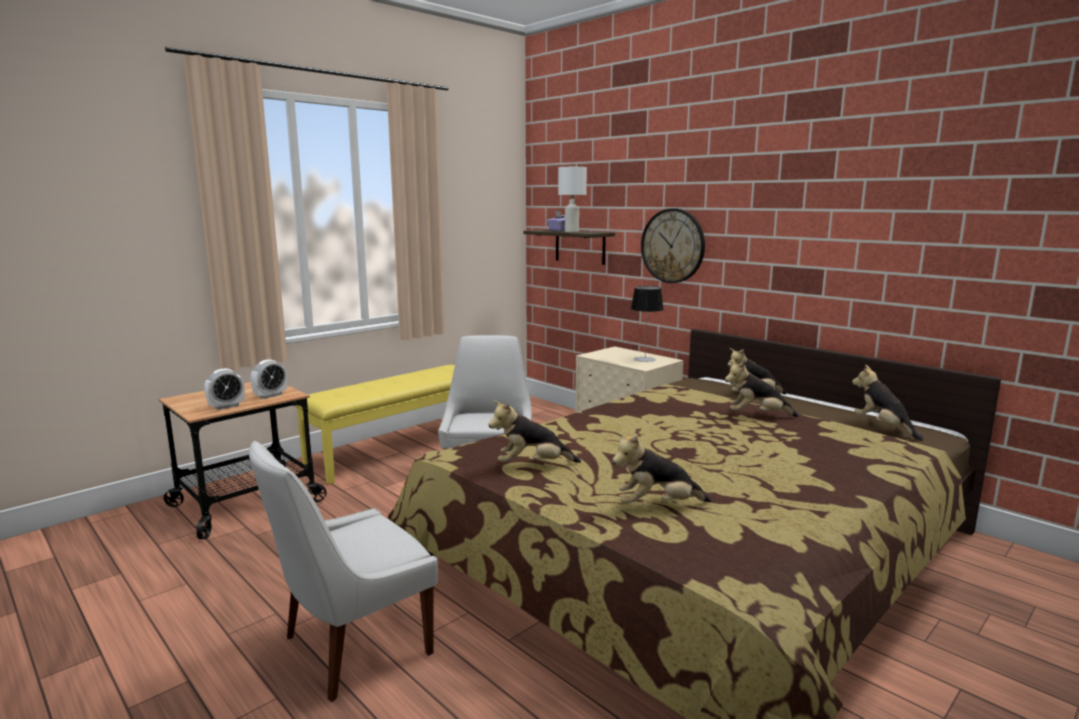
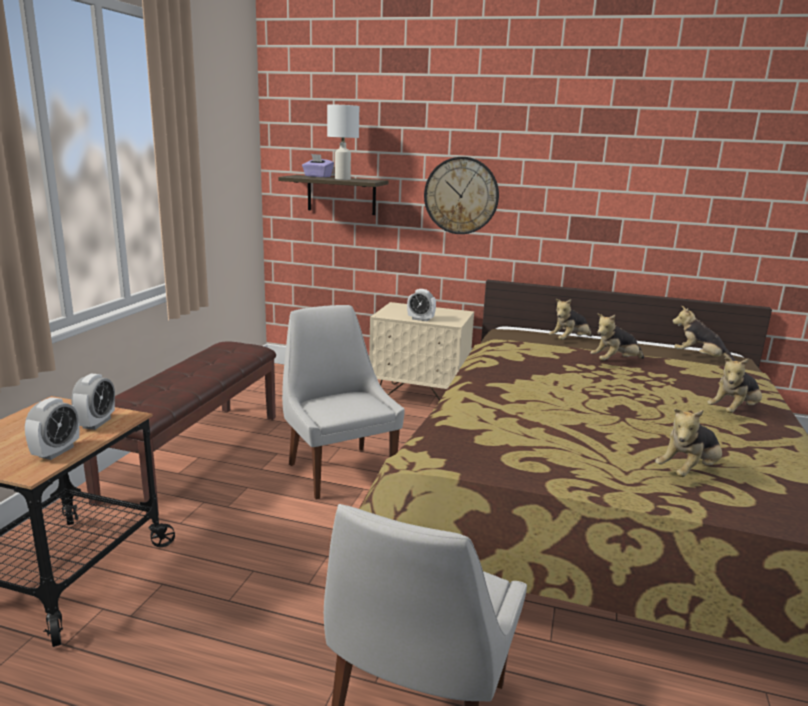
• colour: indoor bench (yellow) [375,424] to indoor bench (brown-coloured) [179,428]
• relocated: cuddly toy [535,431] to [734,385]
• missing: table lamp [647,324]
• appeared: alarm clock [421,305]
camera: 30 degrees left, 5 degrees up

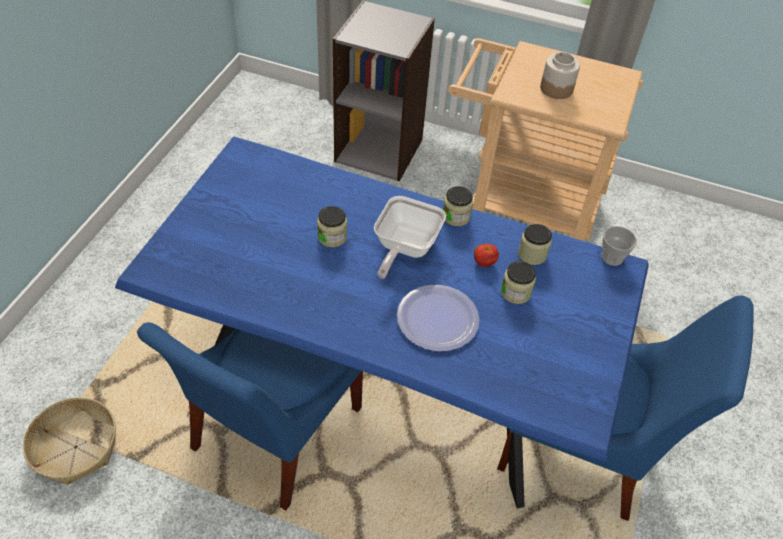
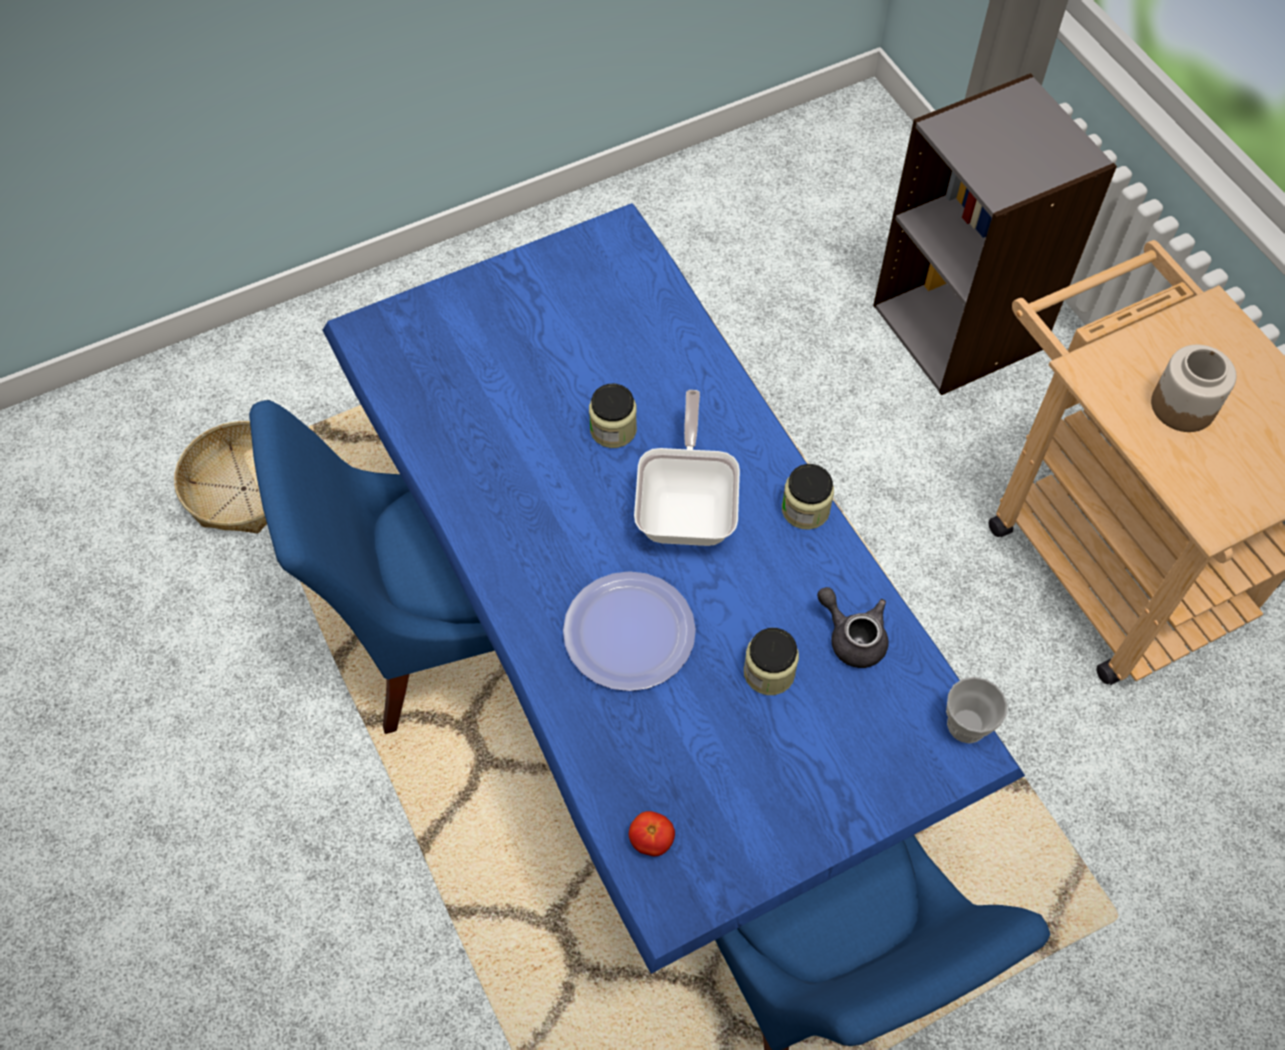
• spun: pan [410,237] = [687,468] 120 degrees clockwise
• relocated: tomato [486,255] to [652,833]
• exchanged: jar [535,244] to pot for tea (gray) [852,627]
camera: 45 degrees right, 10 degrees up

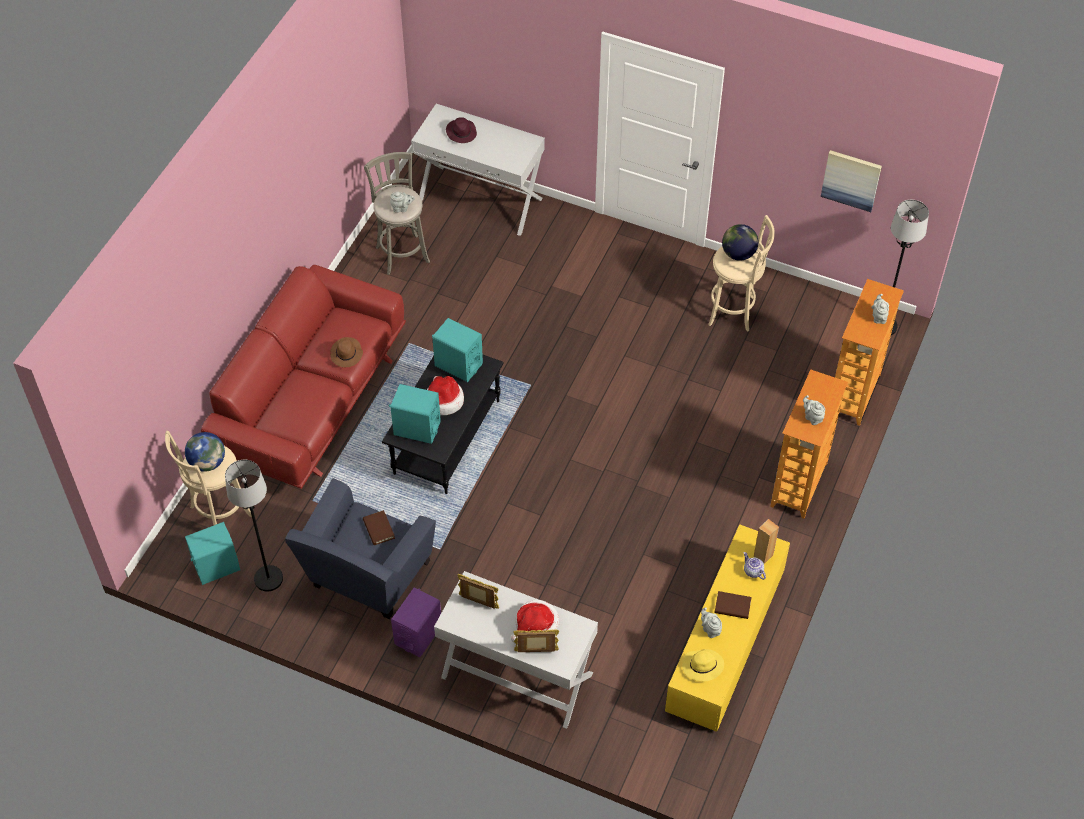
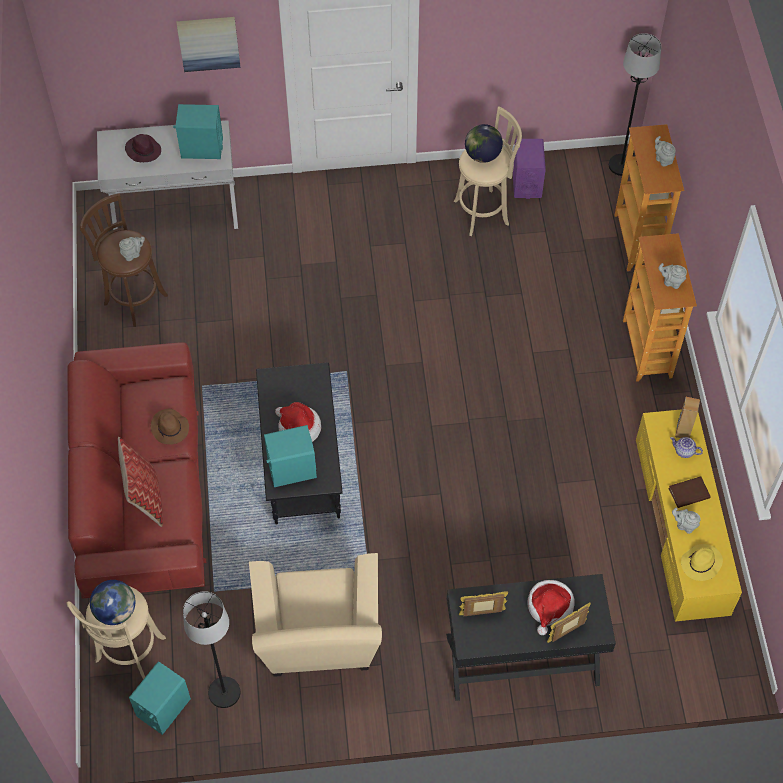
• colour: armchair (blue) [360,548] to armchair (beige-coloured) [315,615]
• missing: bound book (brown-coloured) [379,527]
• colour: stool (gray) [397,213] to stool (brown-coloured) [124,260]
• relocated: audio speaker (purplish) [416,622] to [529,169]
• relocated: audio speaker (blue-green) [457,350] to [198,131]
• colour: console table (white-coloured) [516,650] to console table (black-coloured) [531,637]
• relocated: wall picture [851,181] to [208,44]
• appeared: cushion [140,482]
camera: 30 degrees left, 5 degrees up

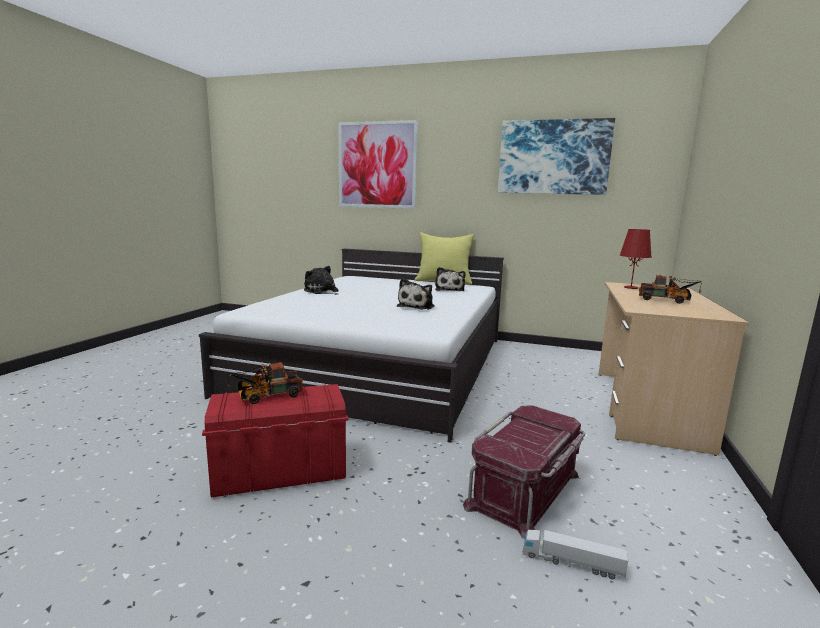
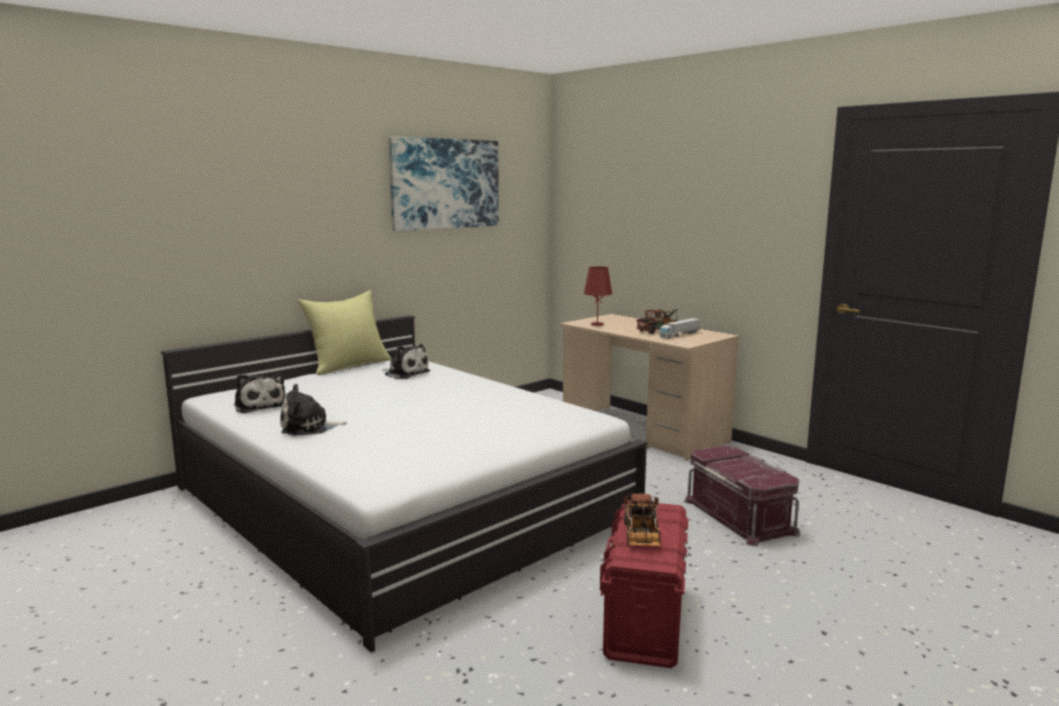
• missing: wall picture [378,164]
• relocated: cuddly toy [416,294] to [259,393]
• relocated: toy lorry [575,555] to [679,328]
camera: 60 degrees left, 0 degrees up

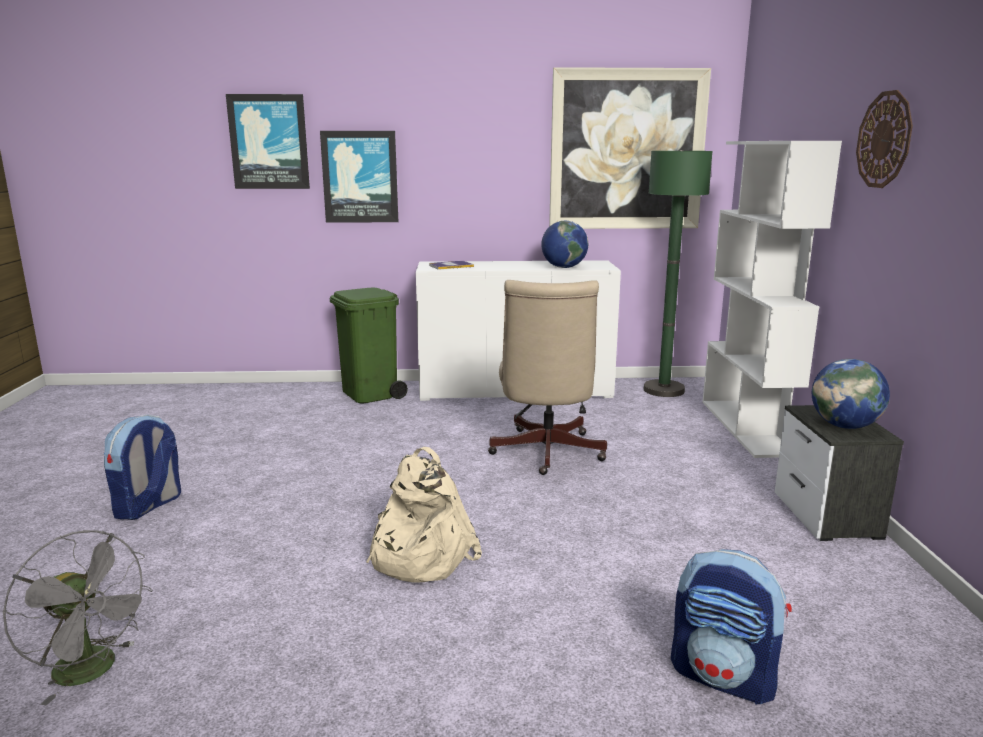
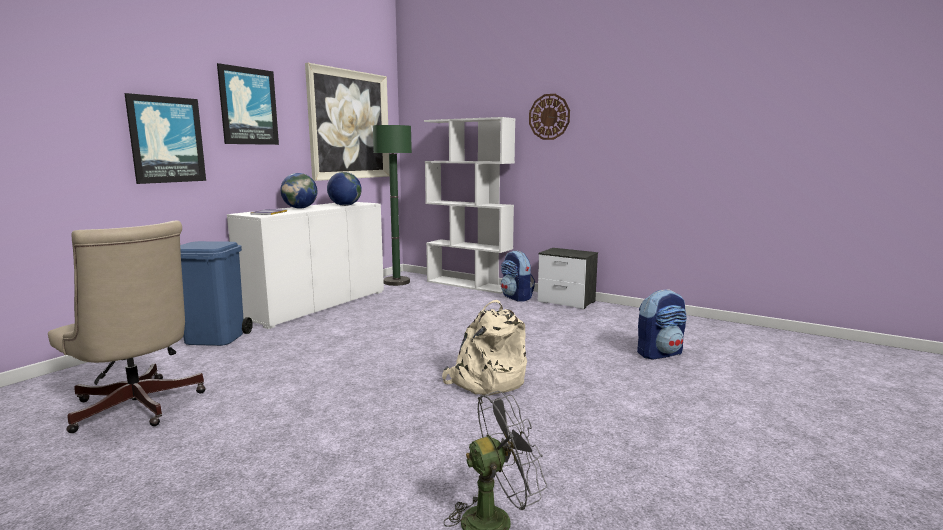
• relocated: backpack [142,467] to [518,276]
• relocated: wall picture [268,141] to [248,104]
• colour: waste bin (green) [369,345] to waste bin (blue) [216,293]
• relocated: office chair (beige-coloured) [547,377] to [127,326]
• relocated: world globe [851,394] to [298,191]
camera: 55 degrees left, 5 degrees down

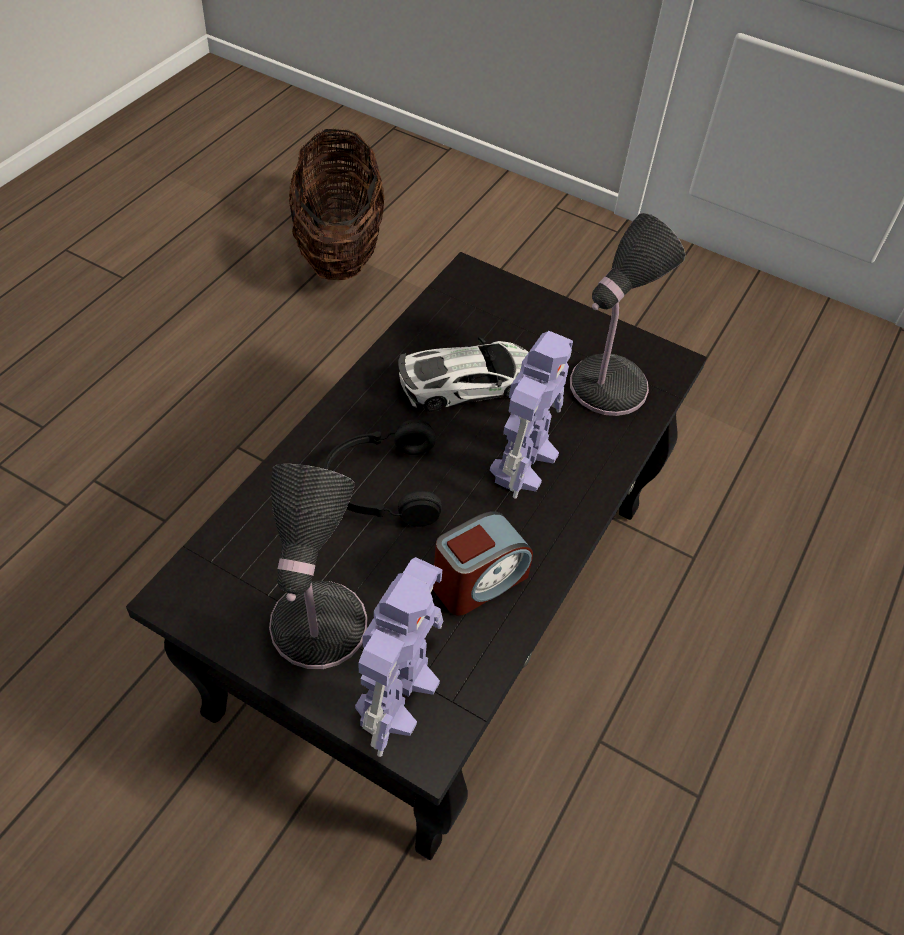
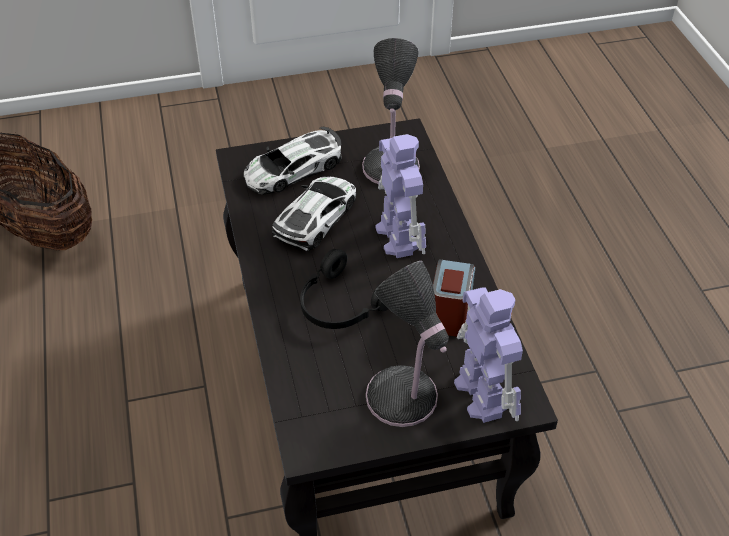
• appeared: model car [293,160]
camera: 40 degrees left, 5 degrees down

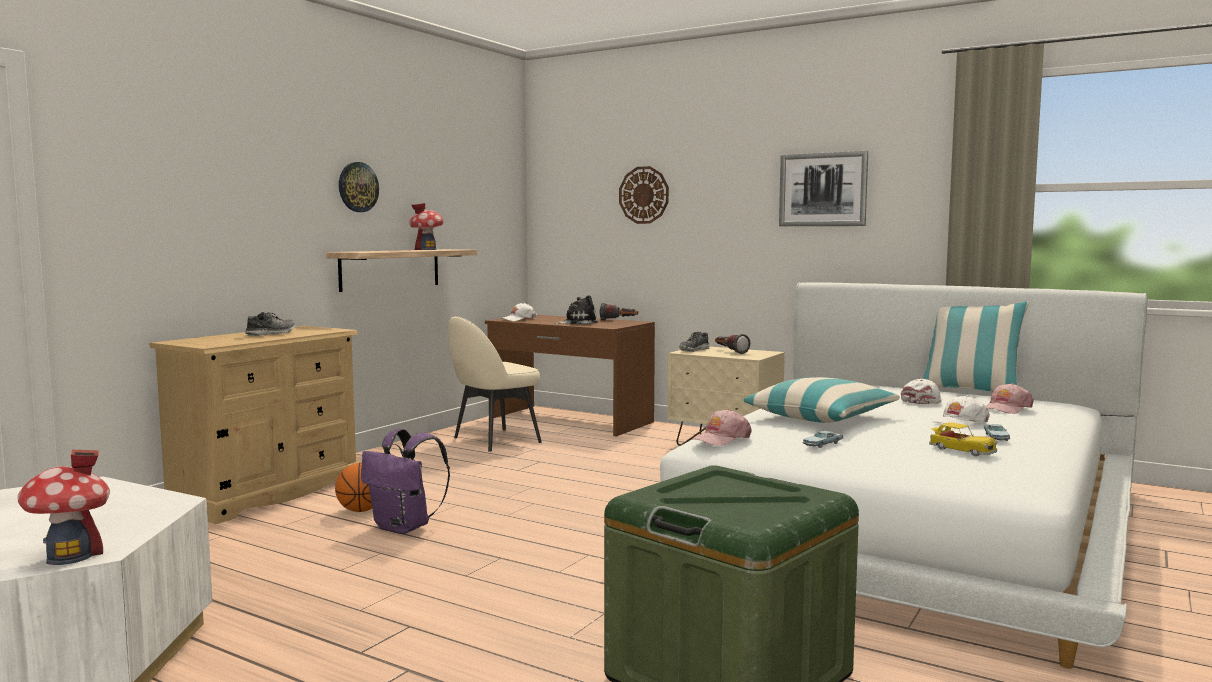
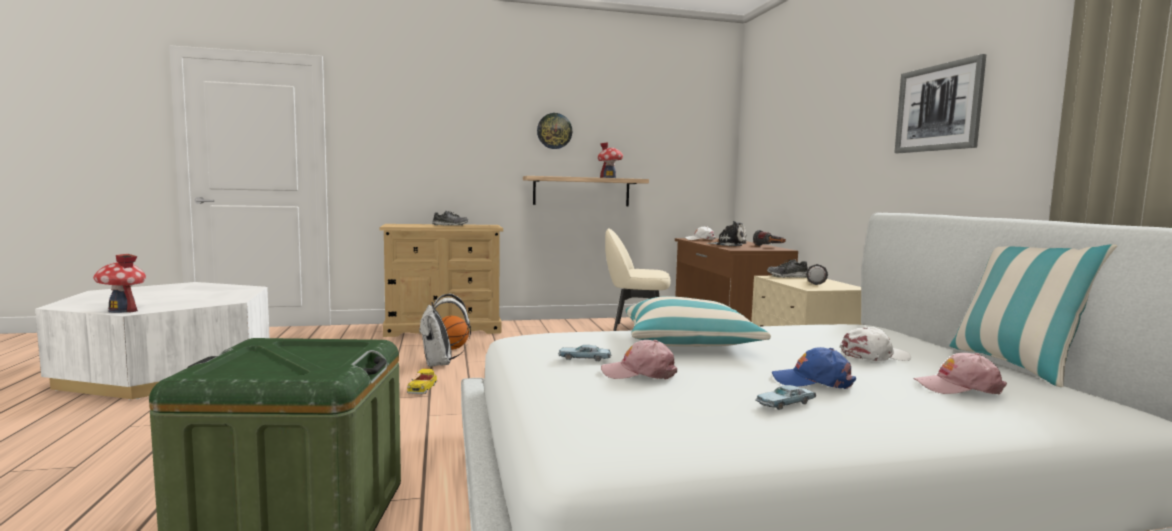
• colour: backpack (purplish) [405,481] to backpack (white-coloured) [445,330]
• missing: clock on the wall [644,195]
• relocated: baseball cap (pinkish) [722,427] to [639,359]
• relocated: model car [963,439] to [422,381]
• colour: baseball cap (white-coloured) [961,412] to baseball cap (blue) [814,368]
camera: 45 degrees right, 0 degrees up

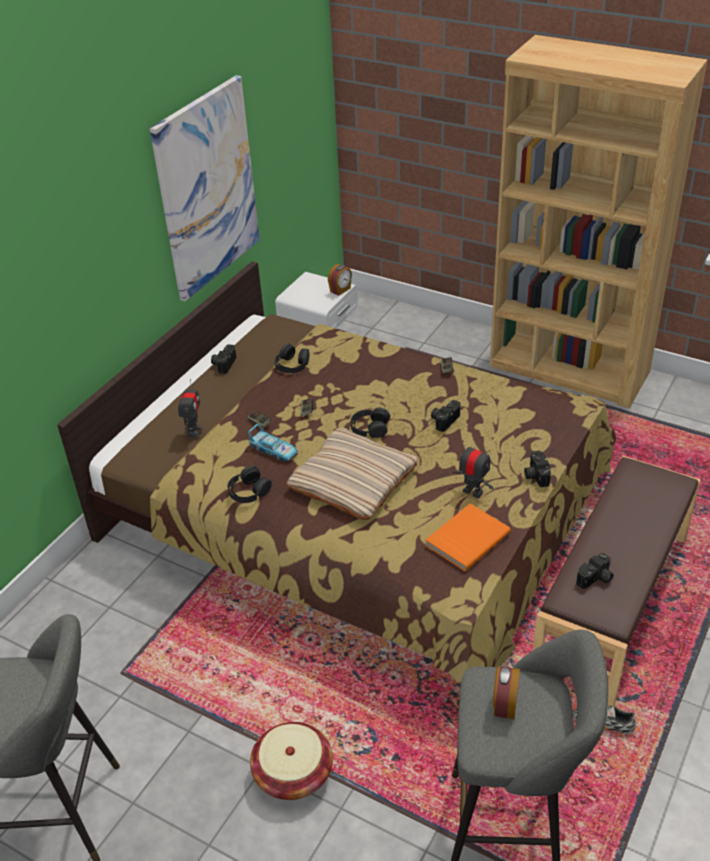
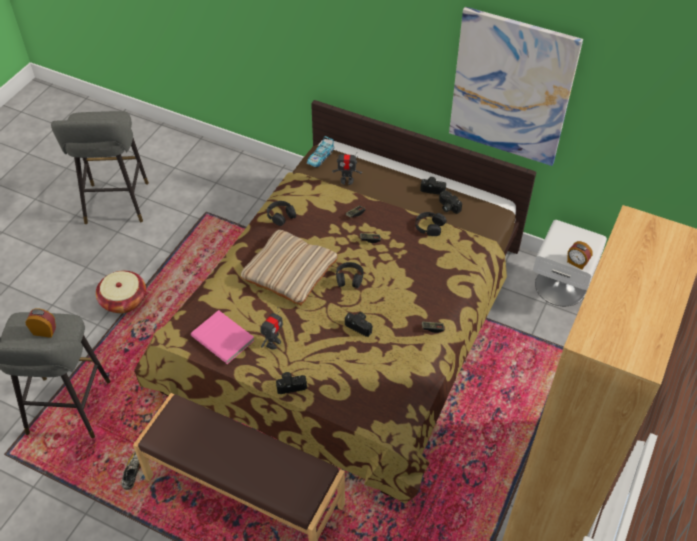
• relocated: model car [273,442] to [321,151]
• colour: bound book (orange-coloured) [468,537] to bound book (pinkish) [223,337]
• relocated: still camera [595,571] to [450,202]
camera: 85 degrees right, 10 degrees up

